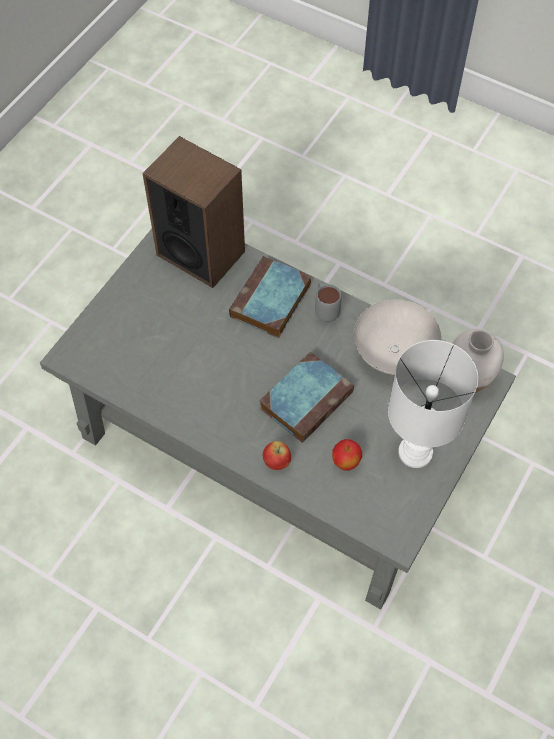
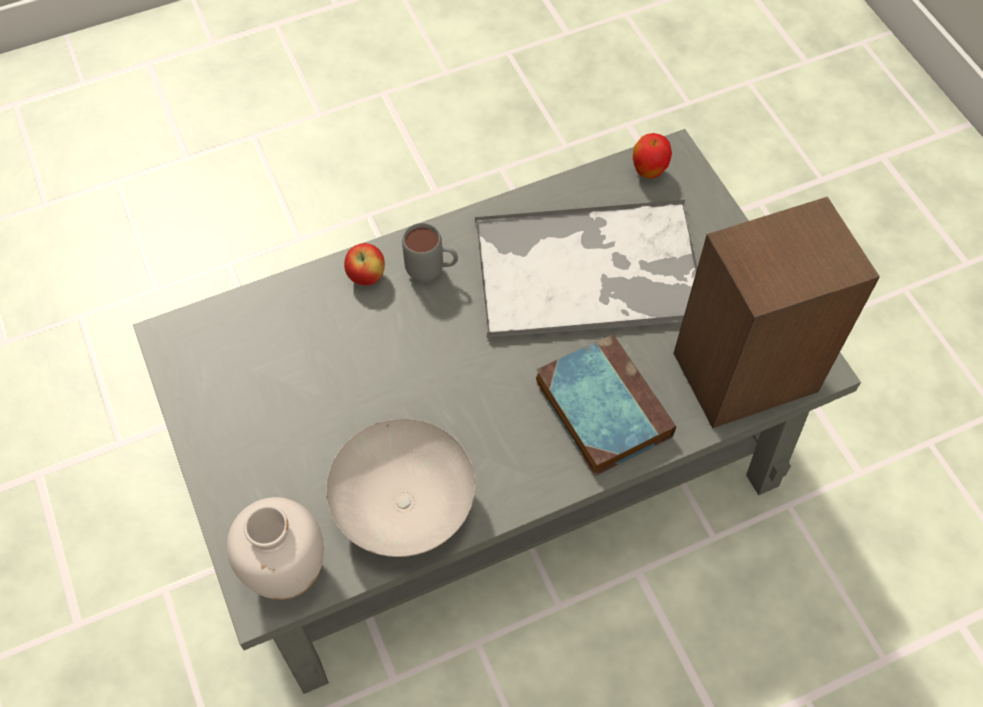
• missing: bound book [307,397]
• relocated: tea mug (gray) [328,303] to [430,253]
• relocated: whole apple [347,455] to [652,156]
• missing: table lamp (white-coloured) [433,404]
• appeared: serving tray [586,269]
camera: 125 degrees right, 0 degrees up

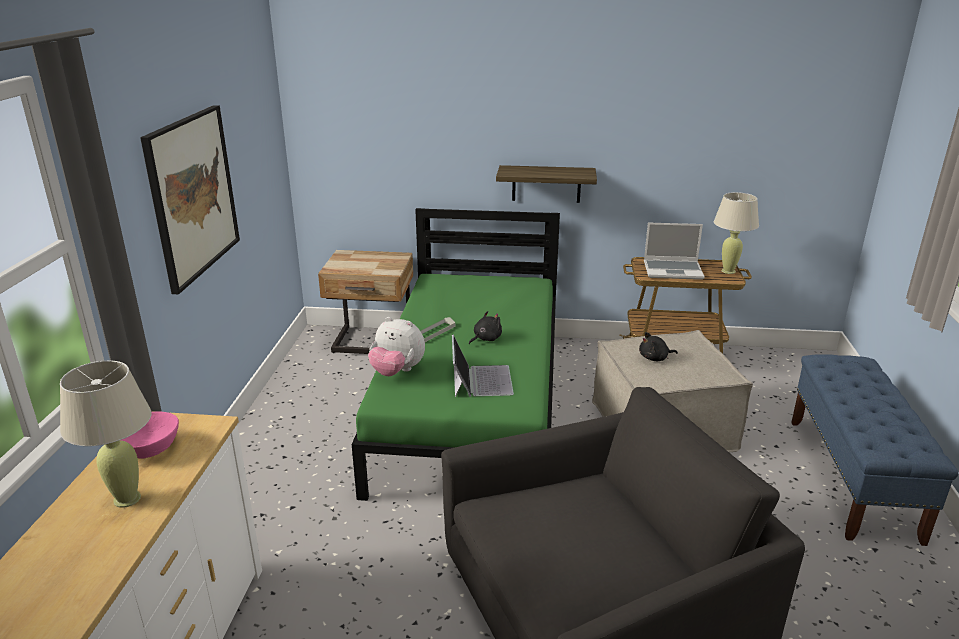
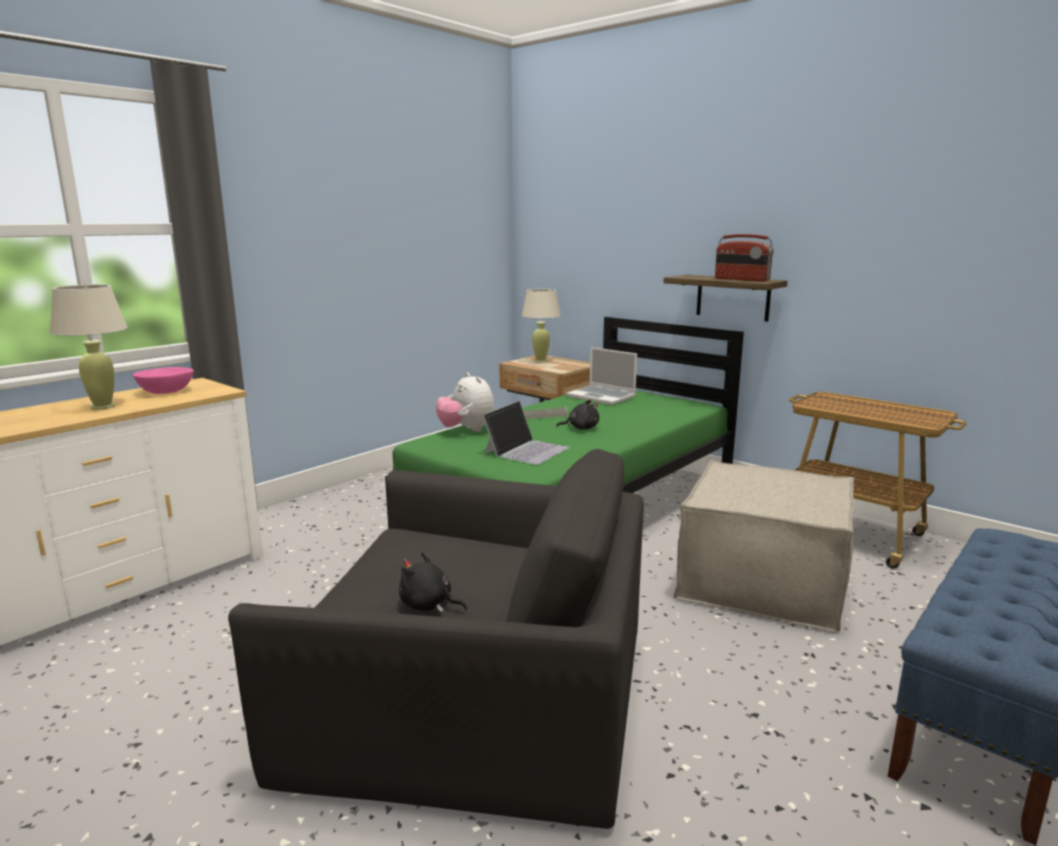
• missing: wall picture [190,199]
• relocated: cuddly toy (black-coloured) [658,346] to [433,582]
• relocated: portable computer [674,251] to [601,376]
• relocated: table lamp (beige-coloured) [736,233] to [541,326]
• appeared: radio set [744,258]
camera: 35 degrees right, 10 degrees down

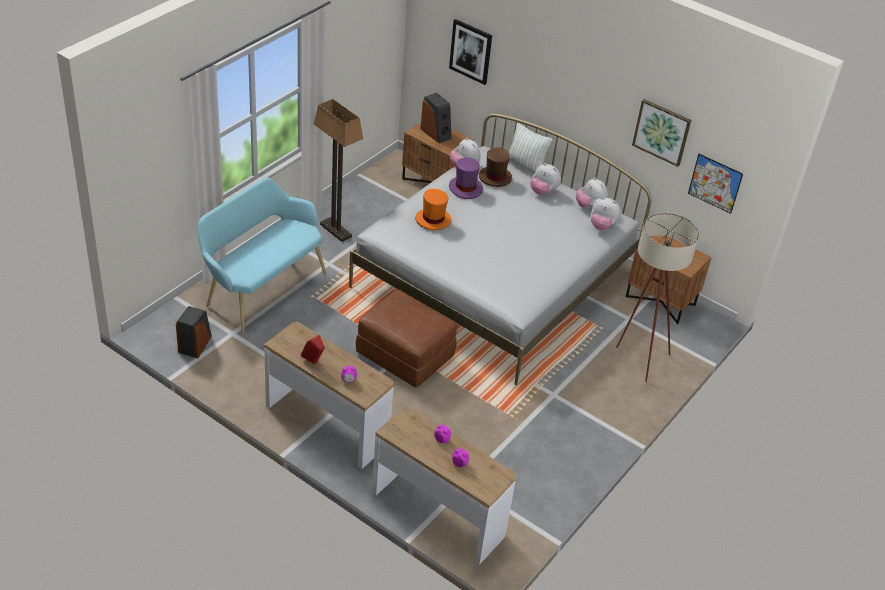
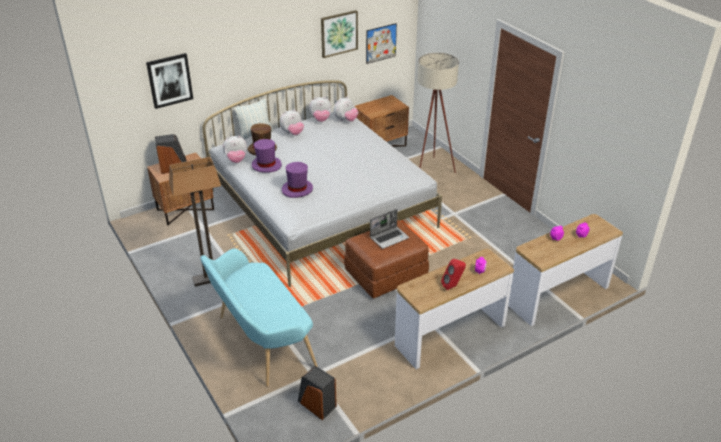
• colour: wearable hat (orange-coloured) [433,209] to wearable hat (purplish) [297,180]
• appeared: portable computer [389,229]
camera: 65 degrees left, 5 degrees down

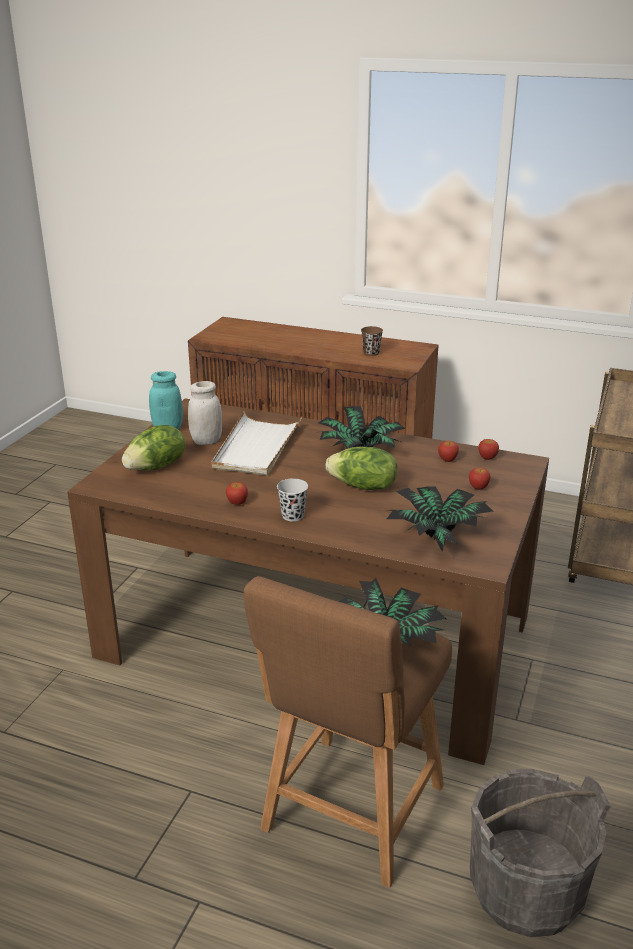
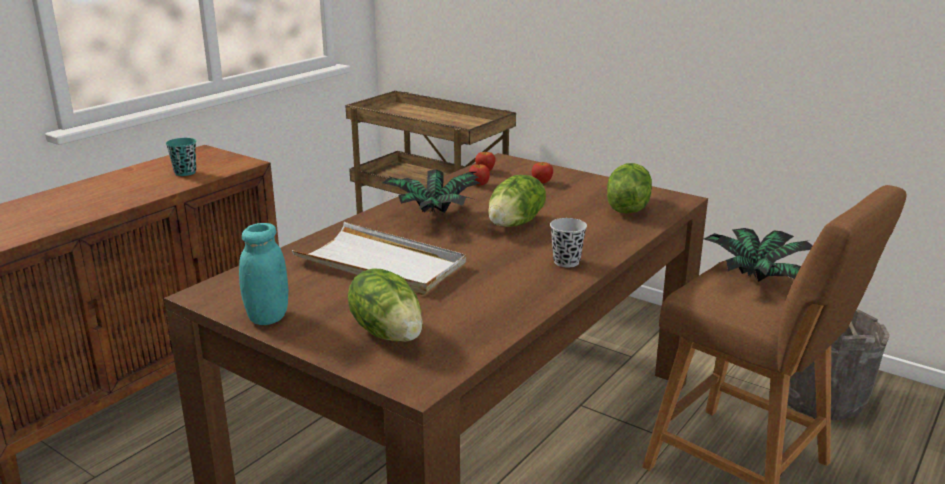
• missing: jar (white-coloured) [205,413]
• missing: whole apple [237,493]
• colour: drinking cup (brown-coloured) [372,341] to drinking cup (blue-green) [181,157]
• exchanged: potted plant [439,518] to head of lettuce [629,188]
camera: 75 degrees left, 5 degrees down

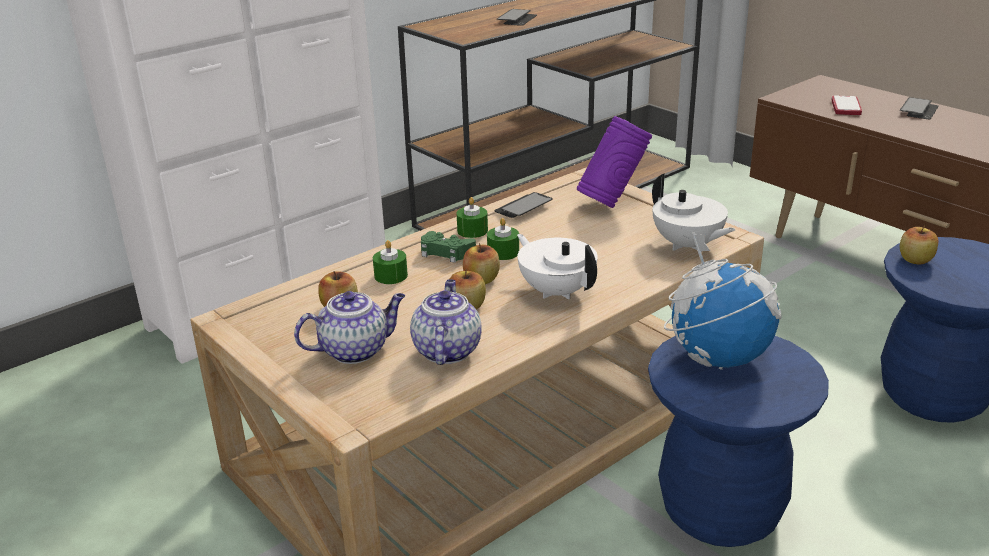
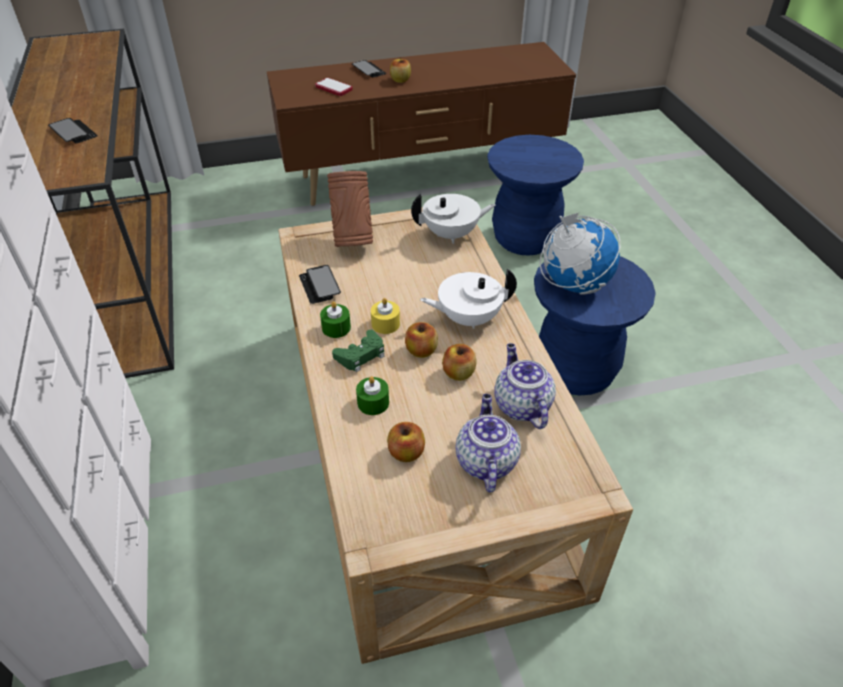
• spun: pot for tea [446,322] = [525,386] 45 degrees clockwise
• colour: wax candle (green) [503,239] to wax candle (yellow) [385,316]
• colour: flower vase (purplish) [614,162] to flower vase (brown-coloured) [350,209]
• relocated: whole apple [919,245] to [400,70]
camera: 65 degrees left, 15 degrees up

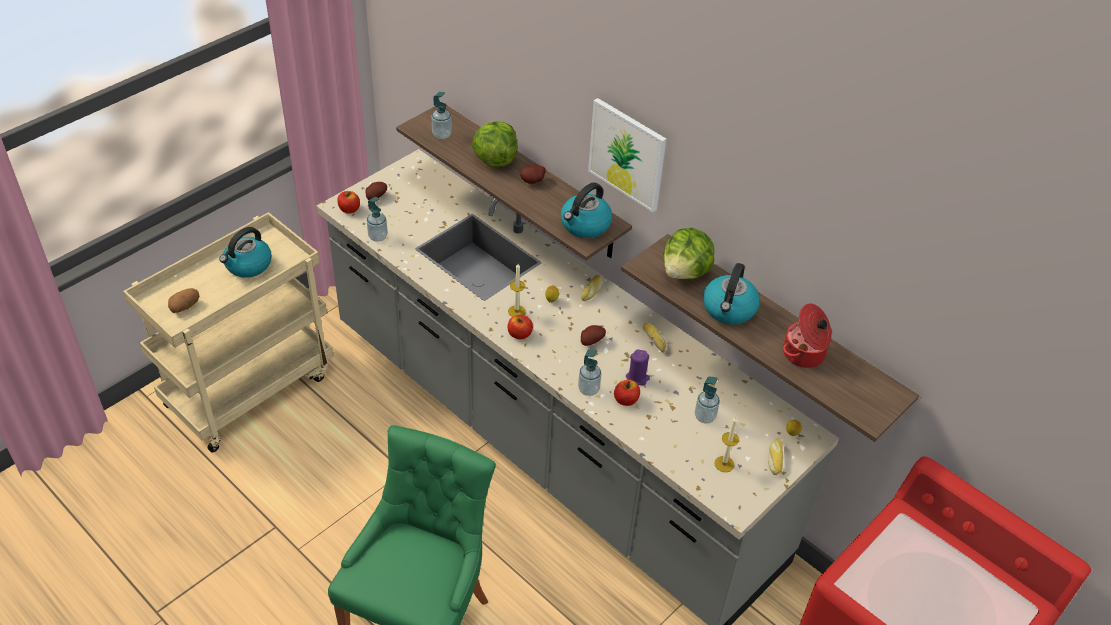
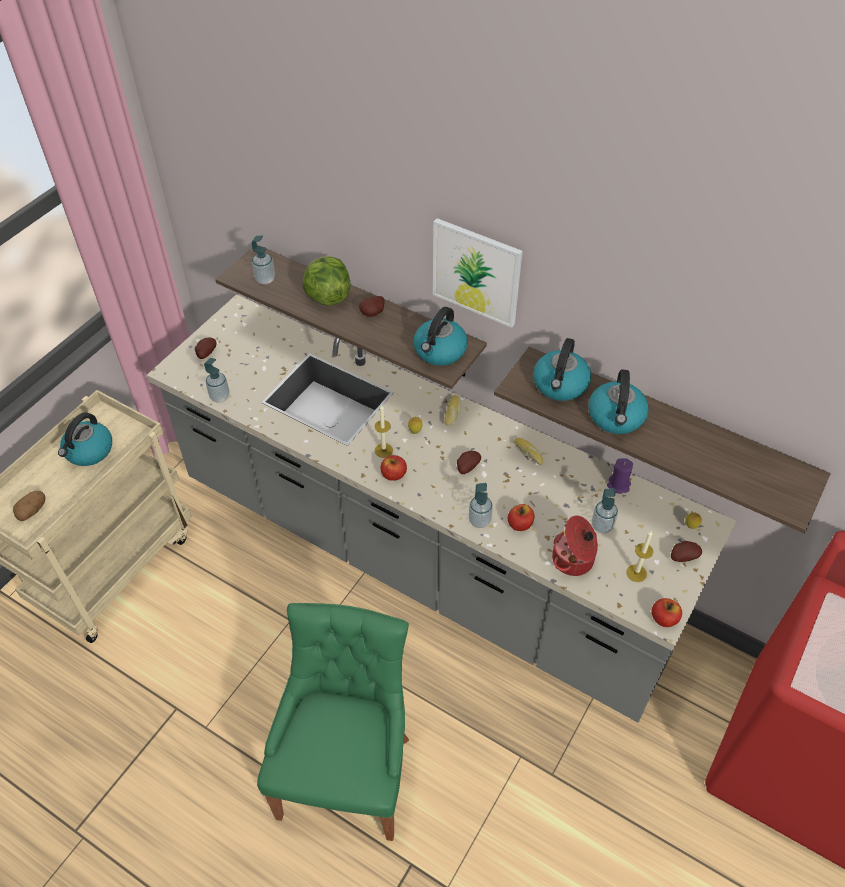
• relocated: whole apple [348,202] to [667,612]
• relocated: wax candle (purplish) [638,367] to [620,476]
• exchanged: head of lettuce [688,253] to tea kettle [562,369]
• exchanged: bread [775,457] to whole potato [686,551]
• relocated: stockpot [807,335] to [575,545]
camera: 10 degrees left, 5 degrees up

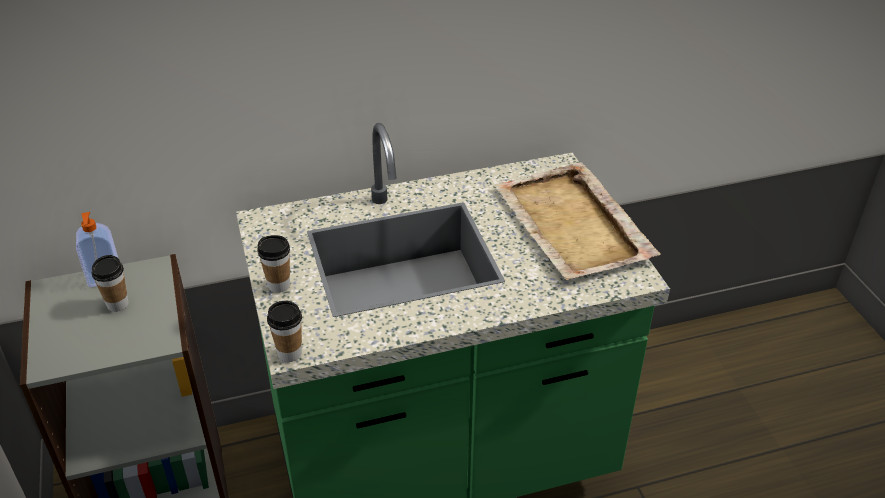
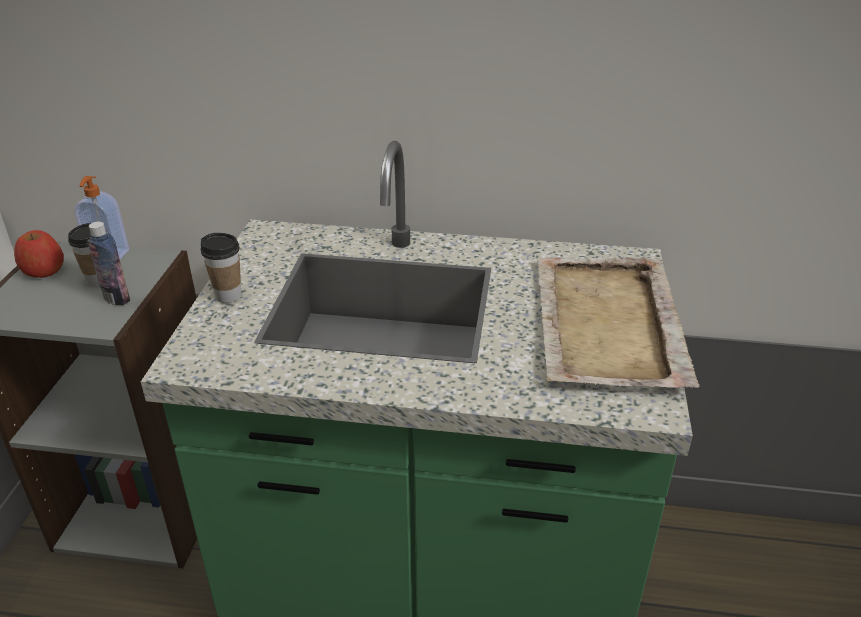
• missing: drinking cup [284,331]
• appeared: whole apple [39,254]
• appeared: beverage bottle [108,263]
camera: 25 degrees right, 5 degrees down

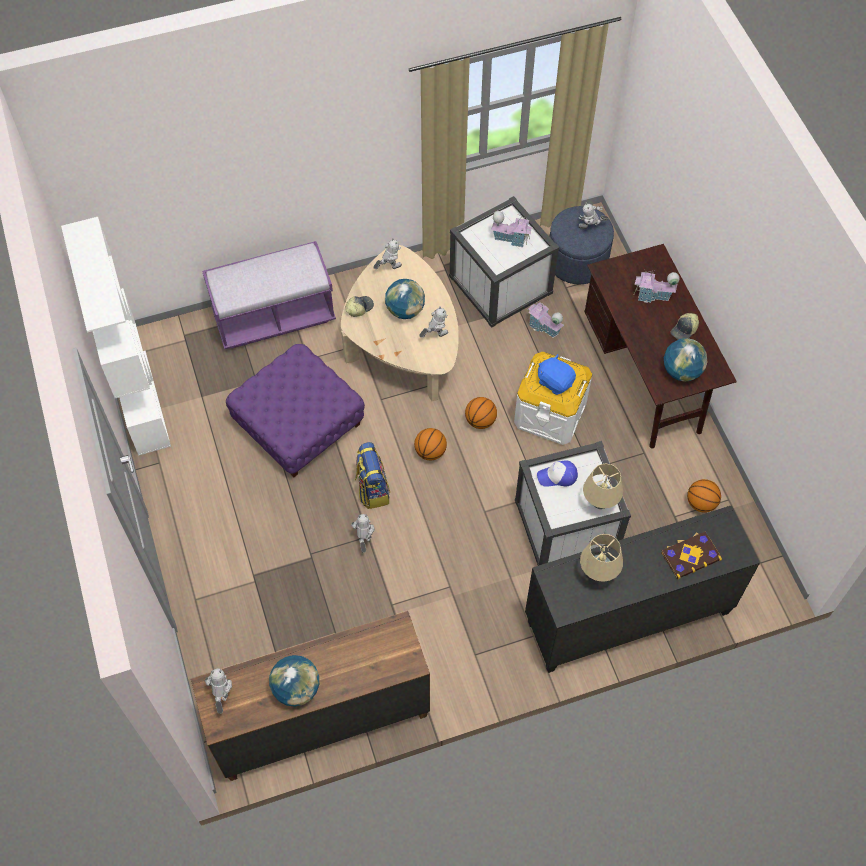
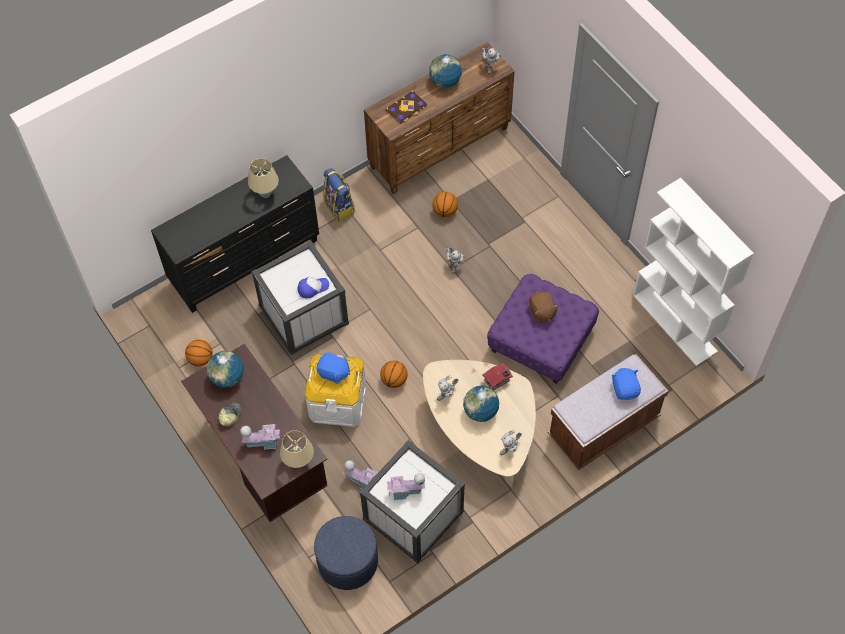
• colour: indoor bench (purplish) [269,295] to indoor bench (brown-coloured) [608,412]
• missing: baseball cap [359,306]
• relocated: backpack [372,475] to [339,195]
• relocated: ball for basketball [430,444] to [445,204]
• missing: toy robot [593,215]
• relocated: table lamp (beige-coloured) [603,486] to [297,449]
• relocated: bound book [691,555] to [406,107]
• appeared: model house [497,377]
• appeared: cuddly toy (brown-coloured) [543,306]
• appeared: cuddly toy (blue) [626,384]
camera: 165 degrees right, 0 degrees up

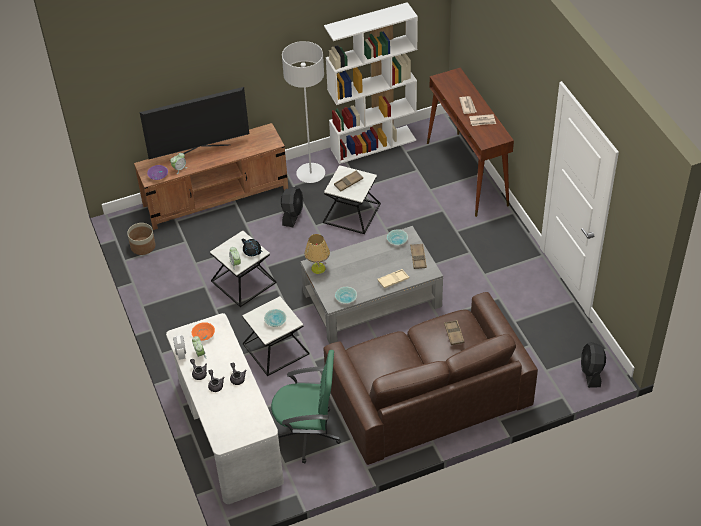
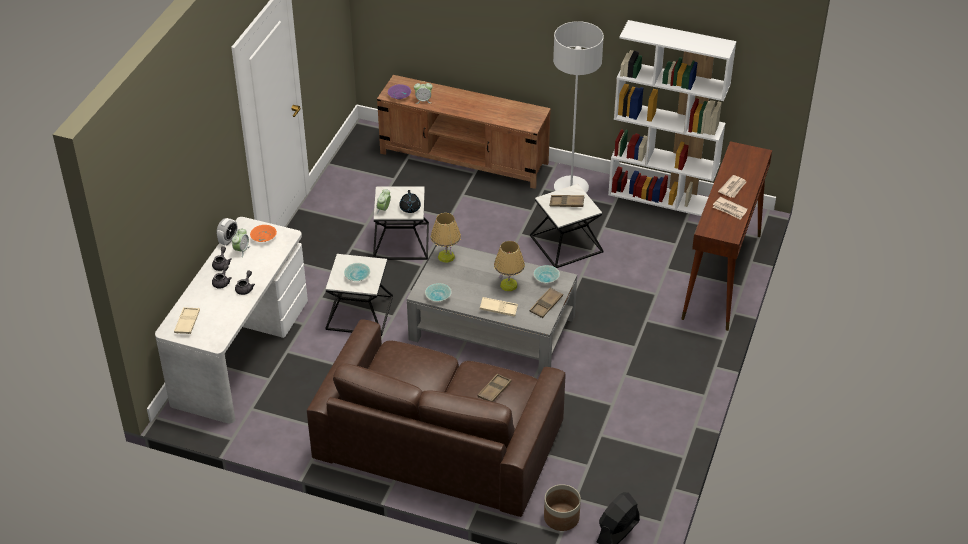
• relocated: planter [141,239] to [562,507]
• missing: TV set [194,123]
• missing: office chair (green) [306,407]
• missing: cooling fan (black-coloured) [292,206]
• appeared: serving tray (beige-coloured) [187,320]
• appeared: table lamp [509,266]
camera: 40 degrees right, 5 degrees down

